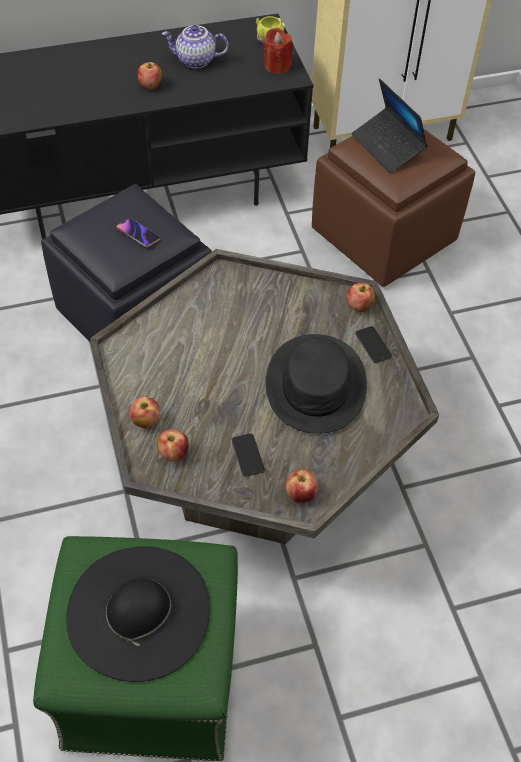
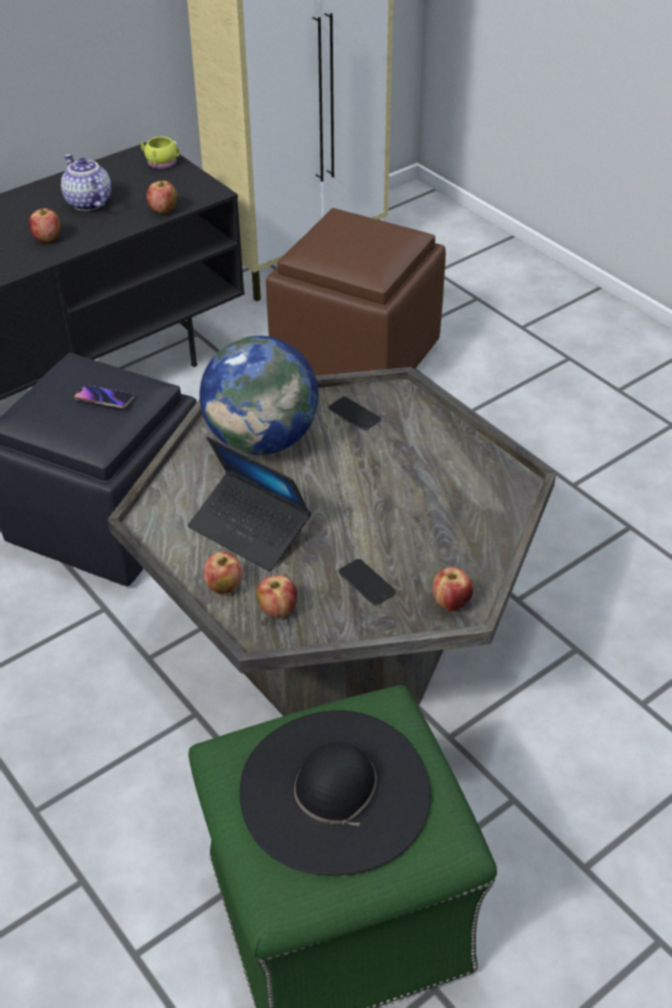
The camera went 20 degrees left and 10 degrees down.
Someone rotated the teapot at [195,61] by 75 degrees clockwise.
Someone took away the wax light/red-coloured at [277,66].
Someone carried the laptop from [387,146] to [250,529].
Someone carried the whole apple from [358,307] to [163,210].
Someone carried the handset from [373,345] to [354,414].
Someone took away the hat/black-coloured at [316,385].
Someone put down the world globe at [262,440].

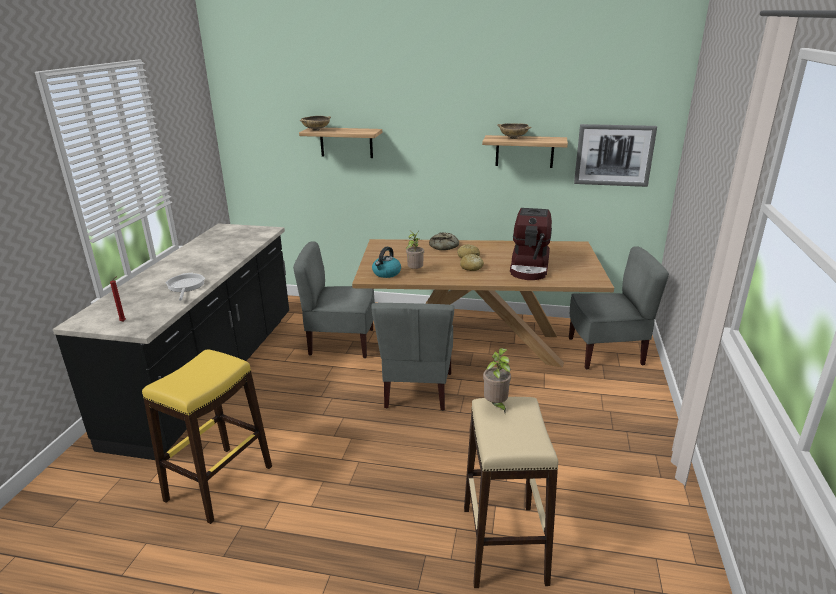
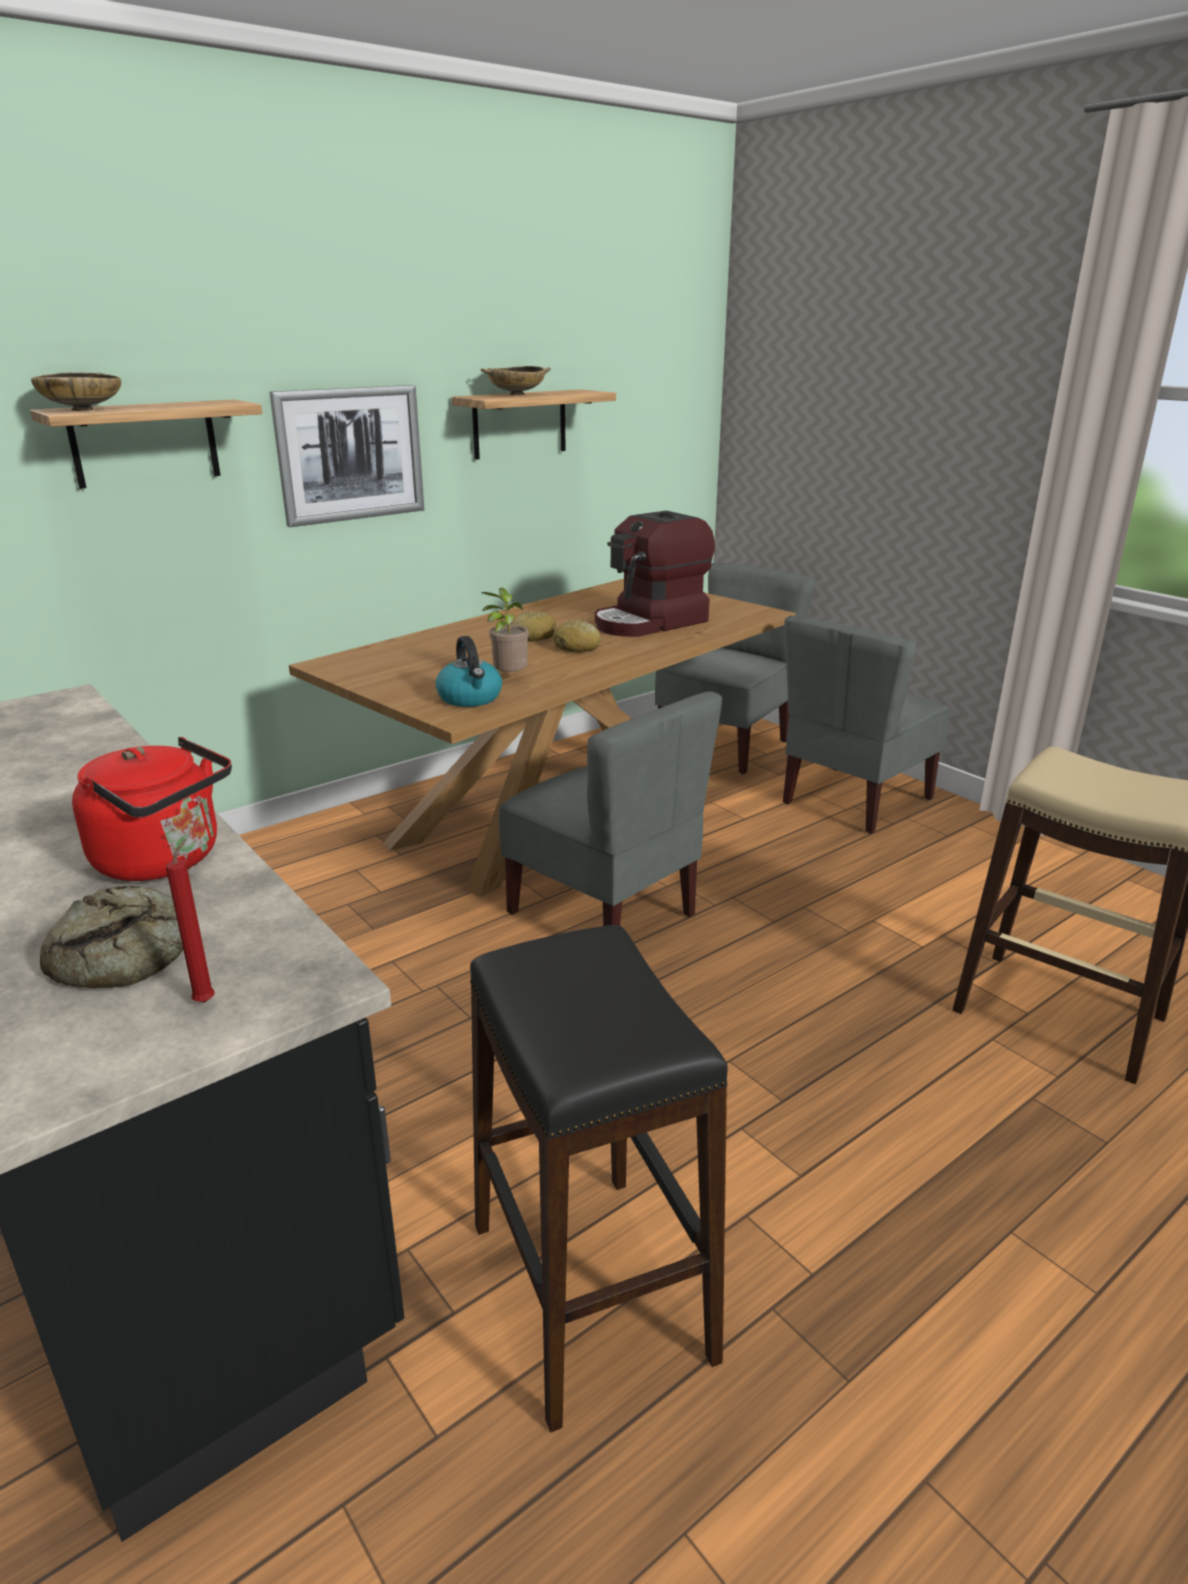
The camera went 50 degrees left and 0 degrees up.
Someone carried the wall picture from [614,155] to [350,454].
Someone rotated the coffee brewer at [530,267] by 90 degrees clockwise.
Someone carried the bread from [445,246] to [129,951].
Someone carried the upright chair/grey from [341,343] to [854,800].
Someone swapped the frying pan at [185,286] for the tea kettle/red-coloured at [165,860].
Someone took away the houseplant at [496,406].
Someone repainted the stool seat/yellowish at [219,483], which became the stool seat/black-coloured at [589,1289].

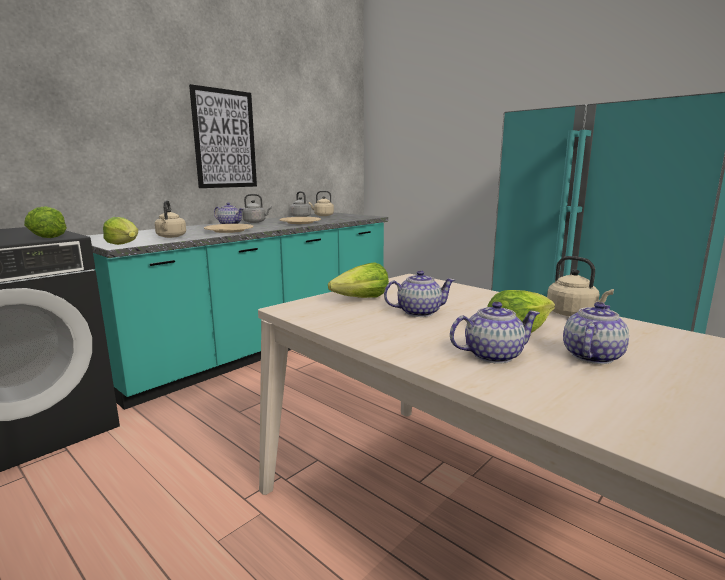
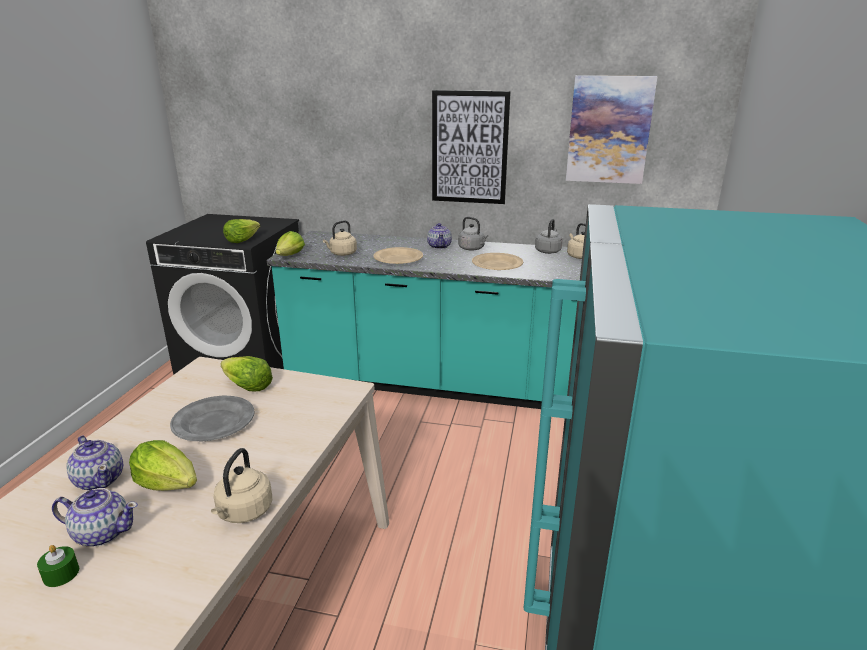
The camera went 60 degrees right and 10 degrees up.
Someone swapped the teapot at [418,312] for the dinner plate/grey at [214,422].
Someone put up the wall picture at [609,130].
Someone put down the wax light/green at [61,574].

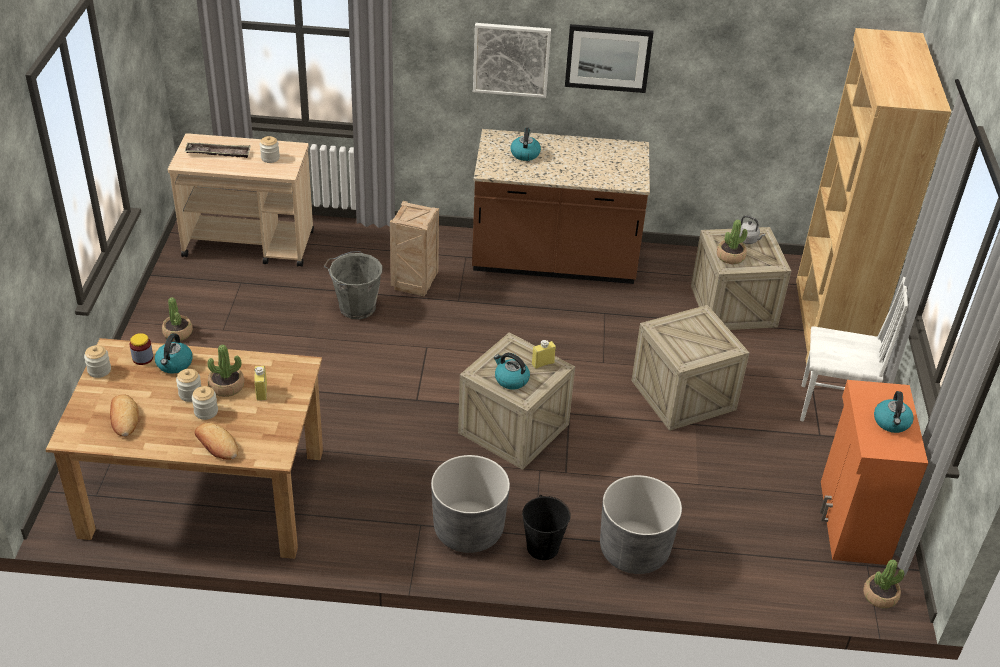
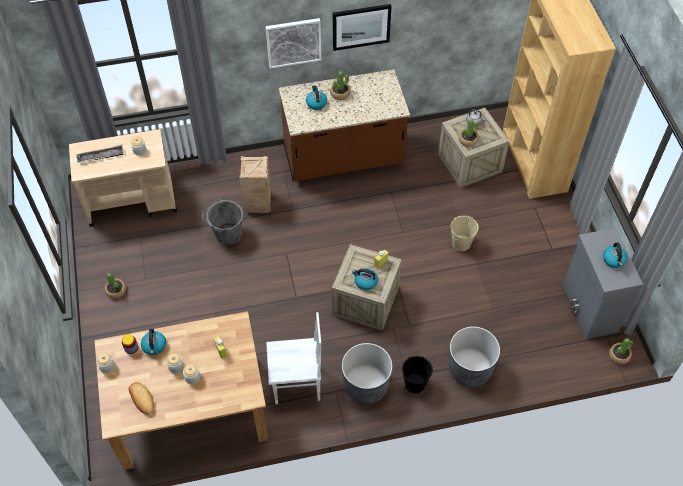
The camera went 15 degrees left and 15 degrees up.
Someone carried the upright chair/white-coloured from [832,409] to [297,385].
Someone swapped the crate at [683,395] for the pail/sand-coloured at [461,243].
Someone carried the houseplant from [226,386] to [340,94].
Someone repainted the cupboard/orange at [852,522], which became the cupboard/grey at [589,308].
Someone took away the bread at [217,444].

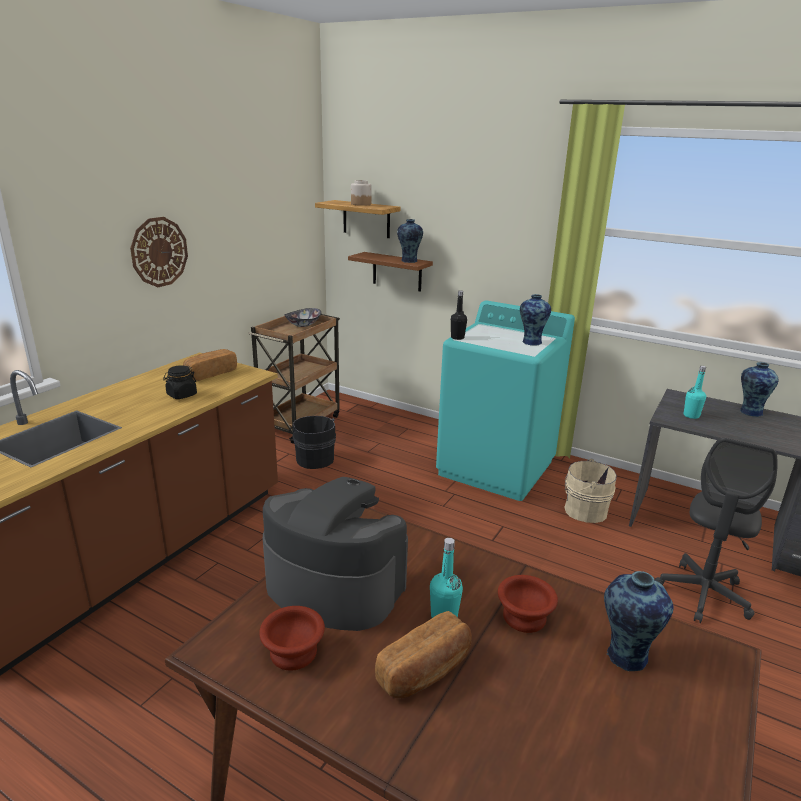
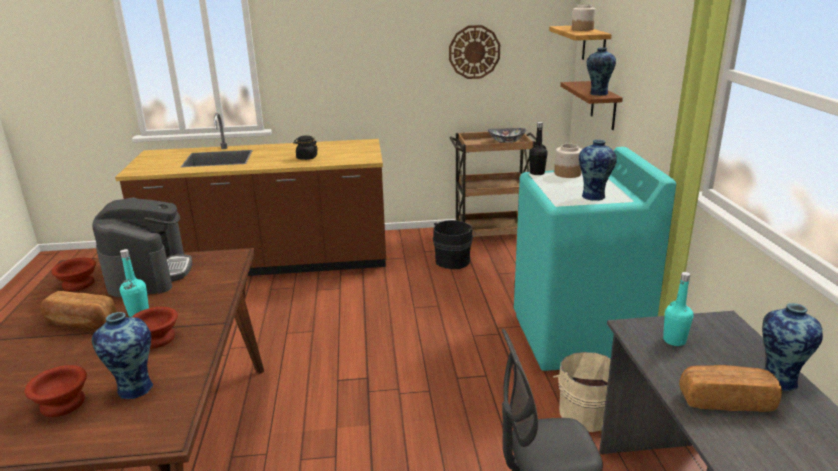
The camera went 55 degrees right and 0 degrees up.
Someone carried the hanging clock from [159,252] to [474,52].
Someone carried the bread from [210,374] to [725,400].
Someone put down the preserve jar at [567,174].
Someone put down the serving bowl/brown at [61,405].

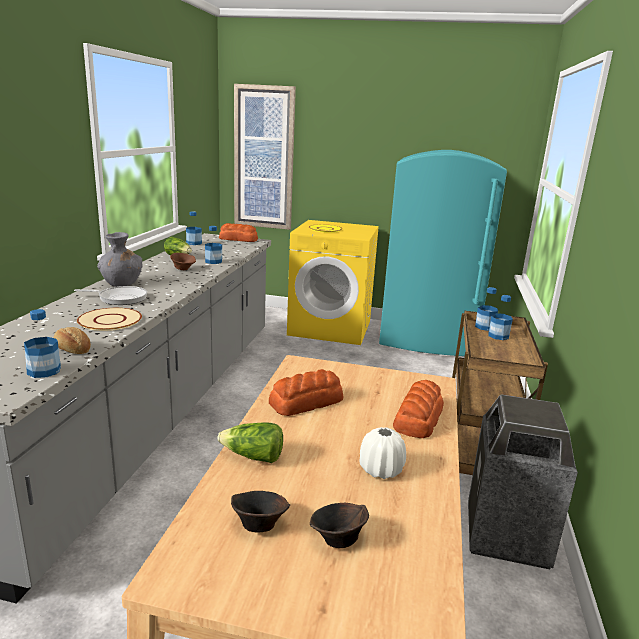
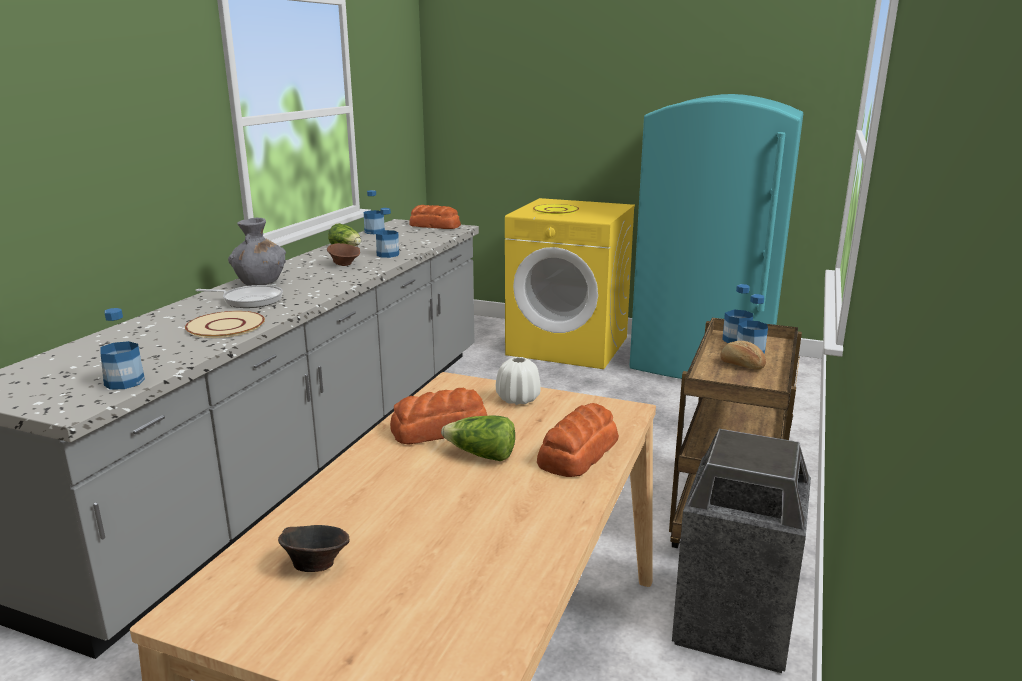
The camera went 10 degrees right and 0 degrees up.
Someone took away the wall picture at [264,158].
Someone carried the bread from [72,350] to [741,365].
Someone carried the head of lettuce from [253,457] to [481,455].
Someone carried the vase/white-coloured from [381,470] to [518,399].
Someone took away the serving bowl/brown at [337,539].

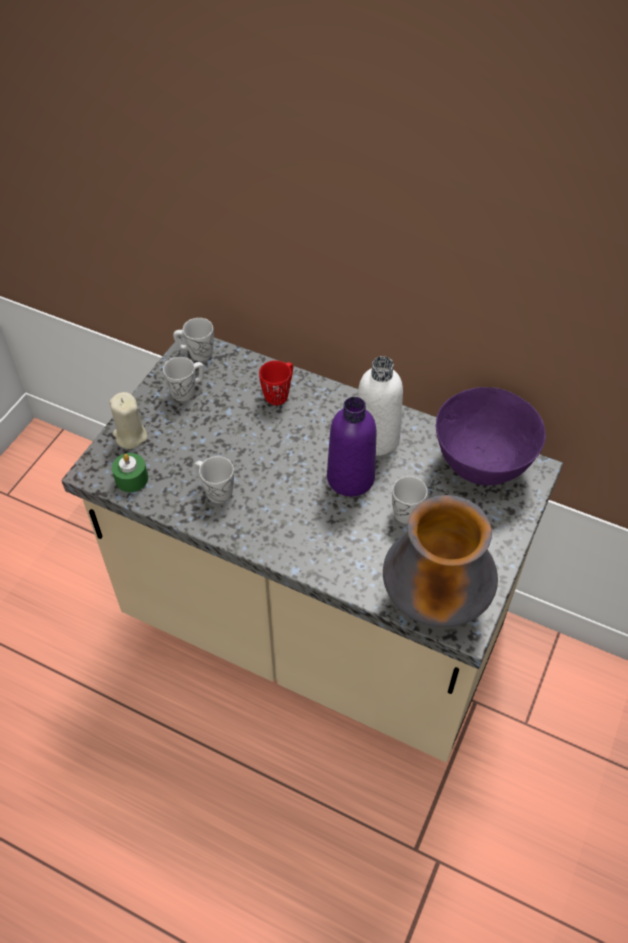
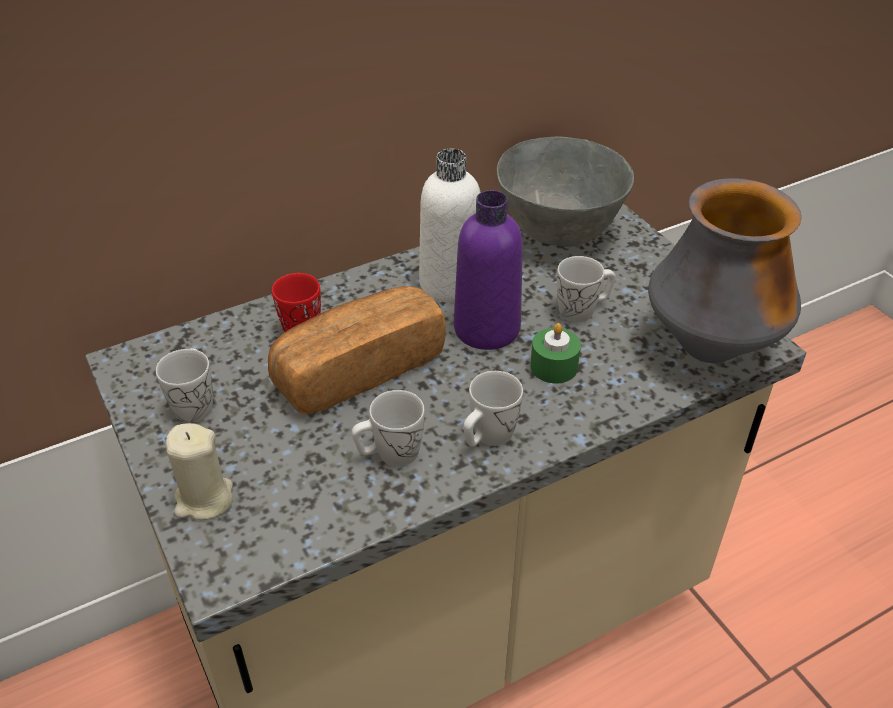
The camera went 55 degrees left and 10 degrees down.
Someone carried the coffee mug/white-coloured from [196,353] to [488,437].
Someone repainted the serving bowl/purple-coloured at [482,465], which became the serving bowl/grey at [560,232].
Someone carried the wax light/green from [131,479] to [554,366].
Someone put down the bread at [358,369].

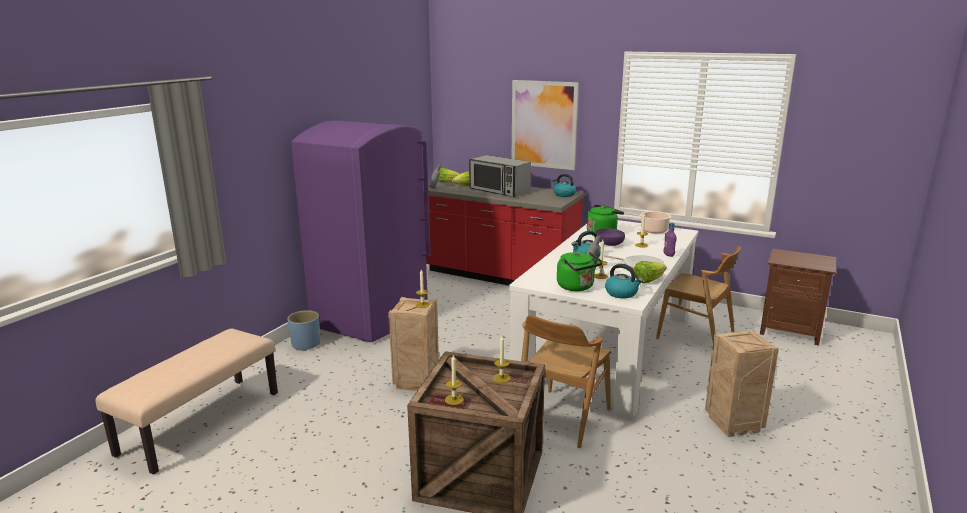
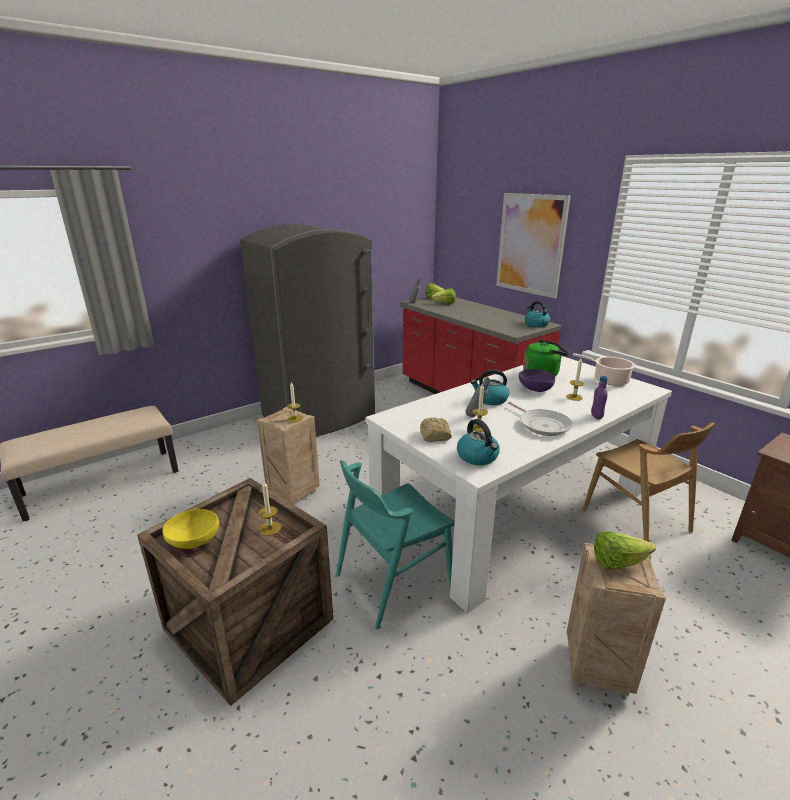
The camera went 25 degrees right and 5 degrees up.
Someone repainted the refrigerator/purple-coloured at [373,317], which became the refrigerator/grey at [320,417].
Someone took away the kitchen microwave at [499,191].
Someone swapped the tea kettle/green at [577,287] for the bread at [434,436].
Someone carried the head of lettuce from [648,280] to [618,562].
Someone took away the plant pot/bluish at [306,344].
Someone repainted the upright chair/brown at [563,418], which became the upright chair/blue-green at [393,581].
Someone swapped the wax light at [454,399] for the serving bowl/yellowish at [193,541].

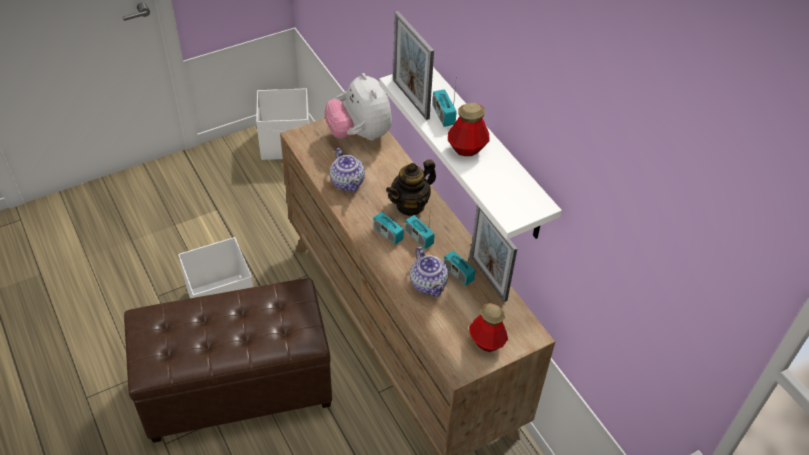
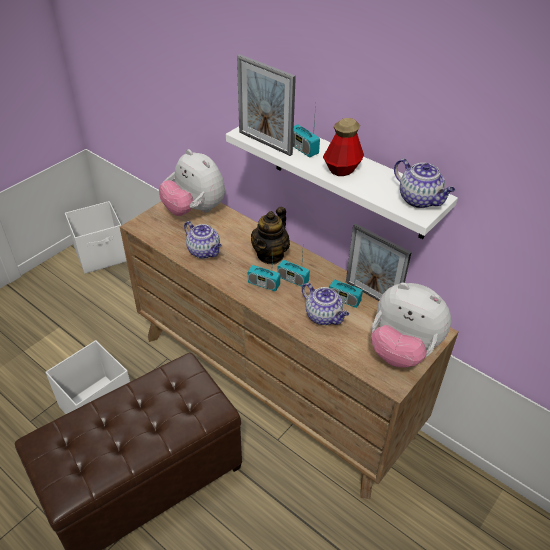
The camera went 20 degrees left and 5 degrees down.
Someone swapped the bottle at [486,341] for the plush toy at [402,350].
Someone put down the teapot at [420,200].

